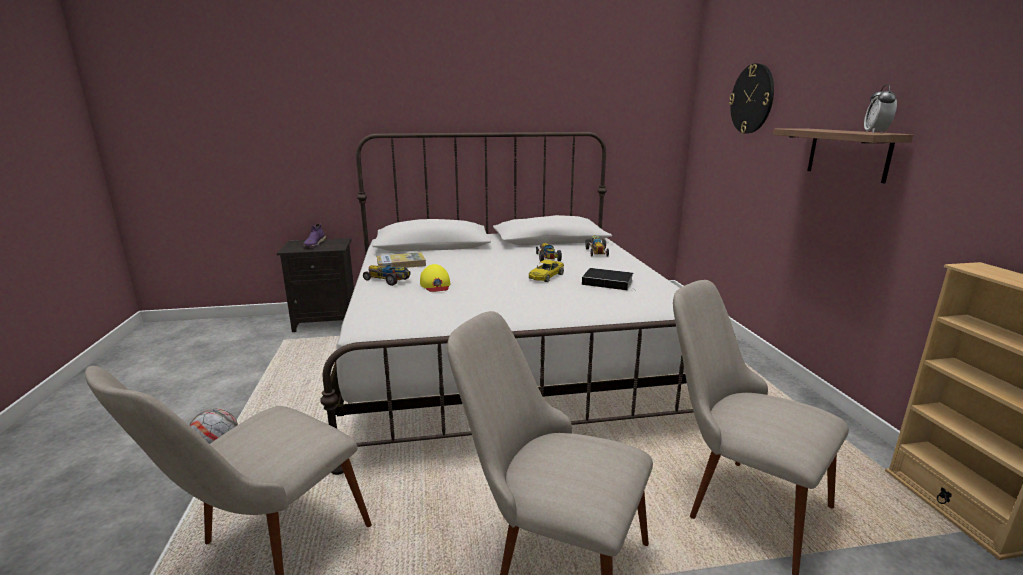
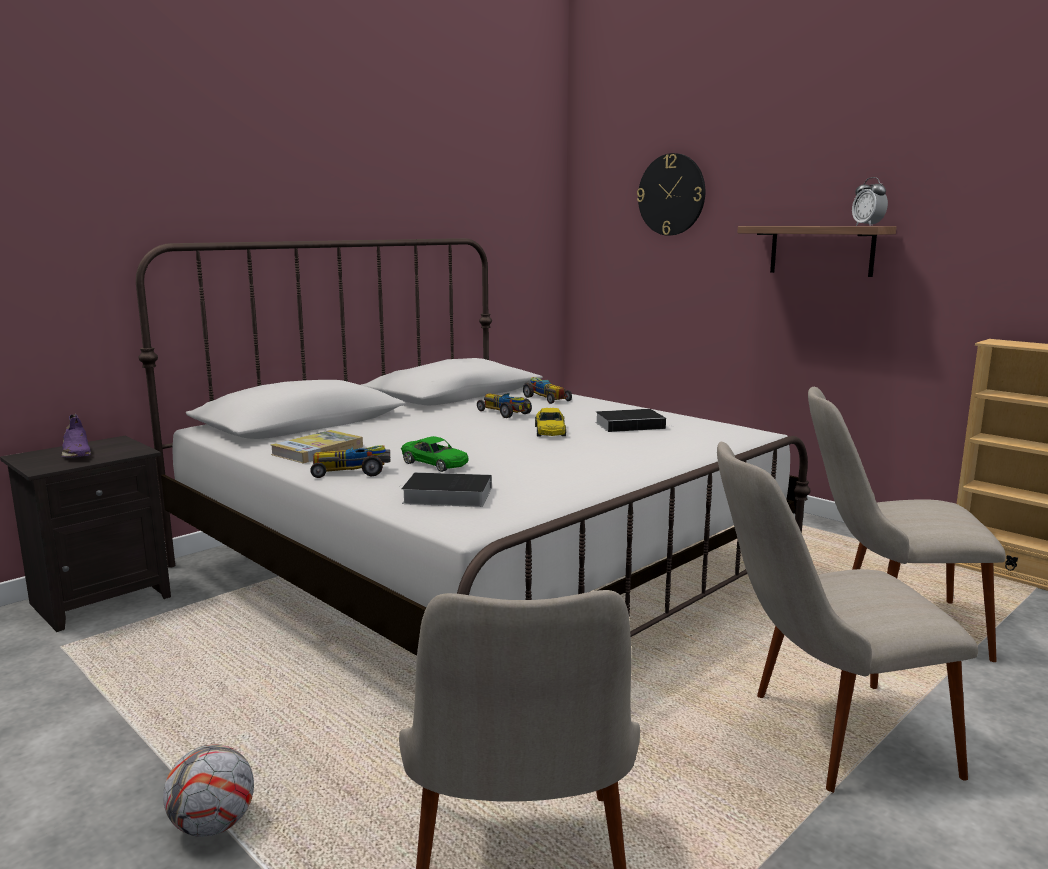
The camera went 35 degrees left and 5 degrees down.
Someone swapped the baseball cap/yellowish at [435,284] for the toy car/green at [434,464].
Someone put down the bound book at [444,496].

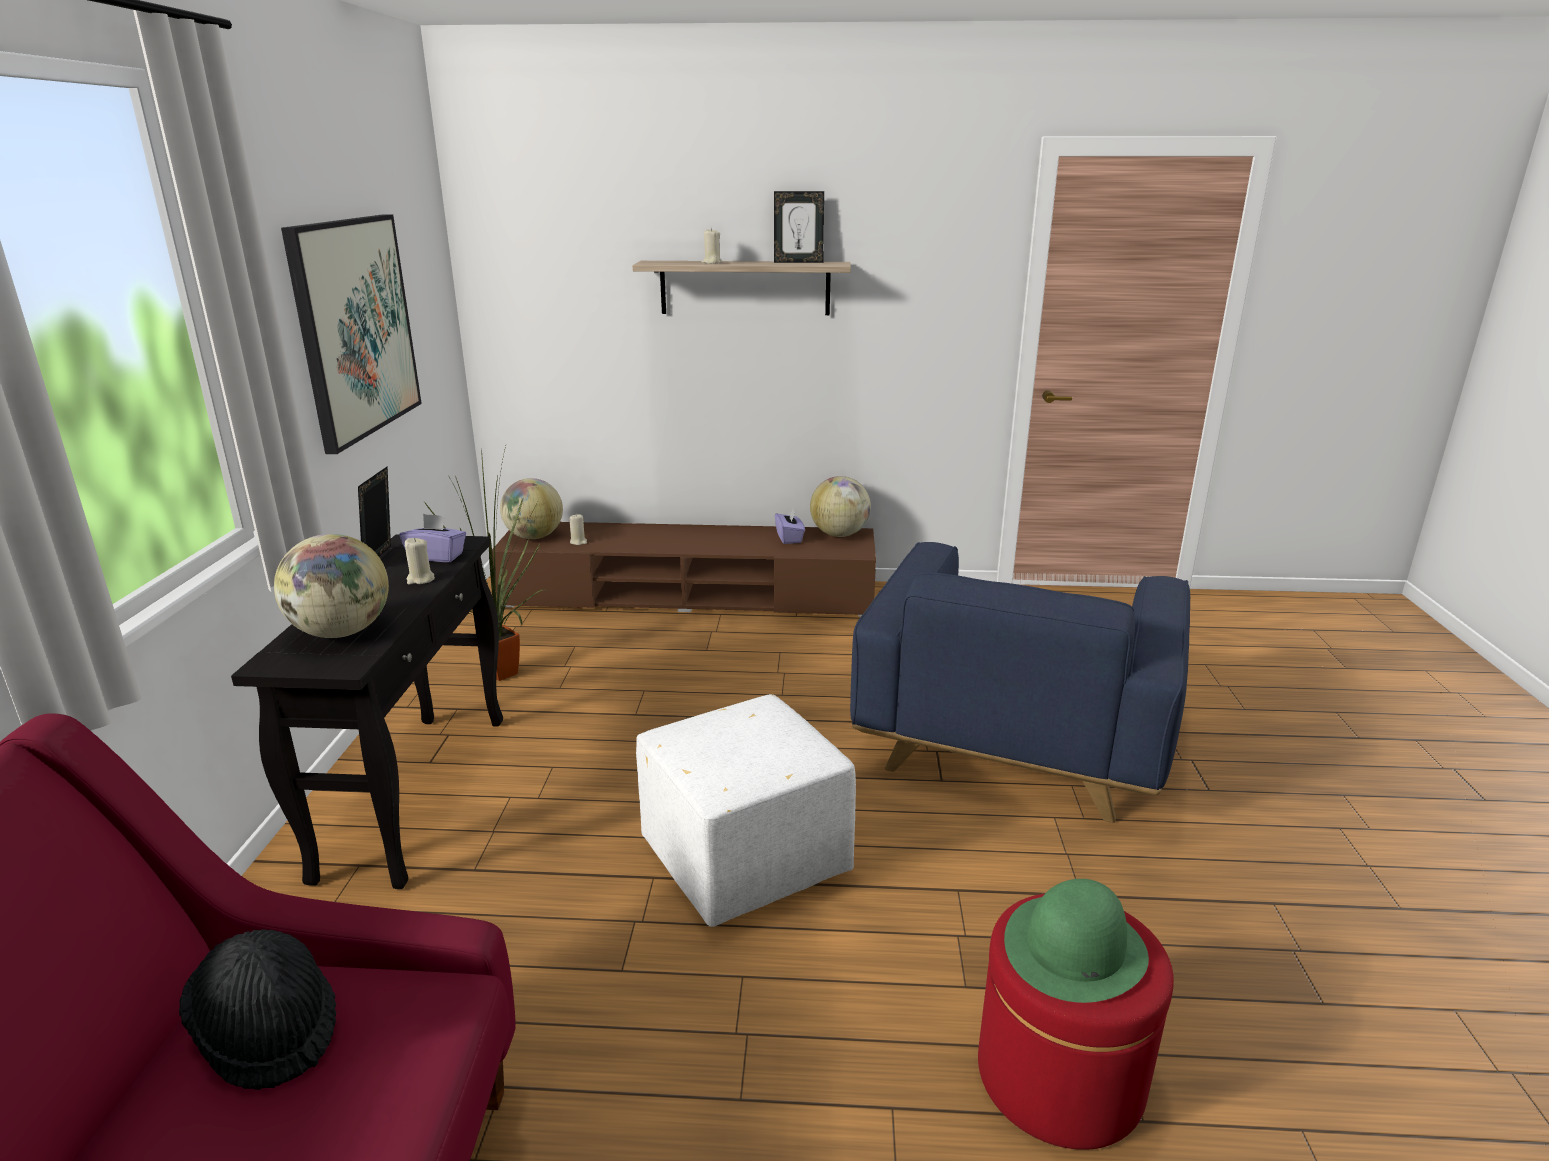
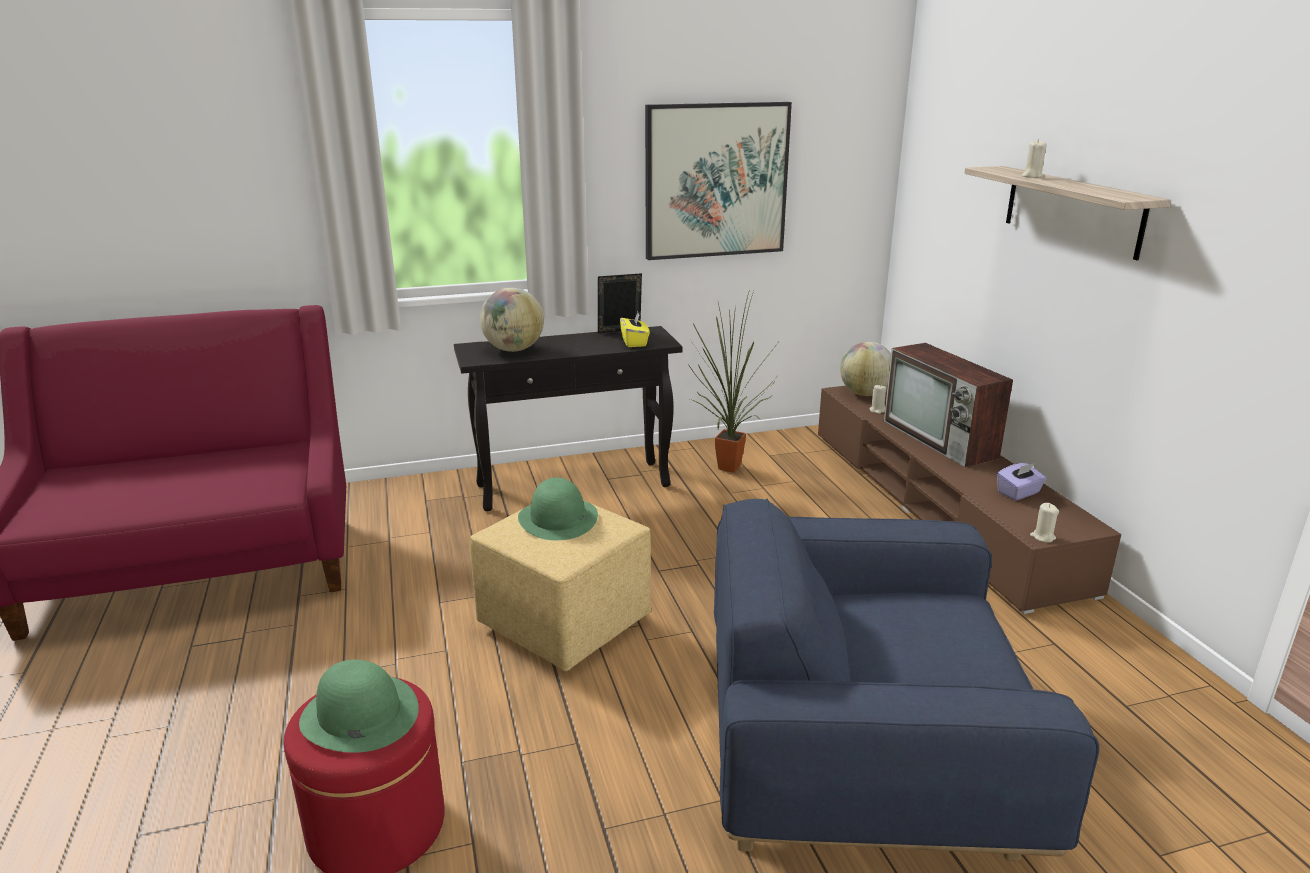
The camera went 70 degrees right and 0 degrees up.
Someone took away the photo frame at [798,262].
Someone took away the world globe at [839,534].
Someone repainted the box of tissues/purple-coloured at [437,556], which became the box of tissues/yellowish at [634,342].
Someone carried the wax light/sand-coloured from [420,579] to [1042,537].
Someone repainted the footrest/white-coloured at [744,859], which became the footrest/yellowish at [567,623].
Someone took away the hat/black-coloured at [268,1030].
Someone put down the TV at [941,440].
Someone put down the hat/green at [558,519].

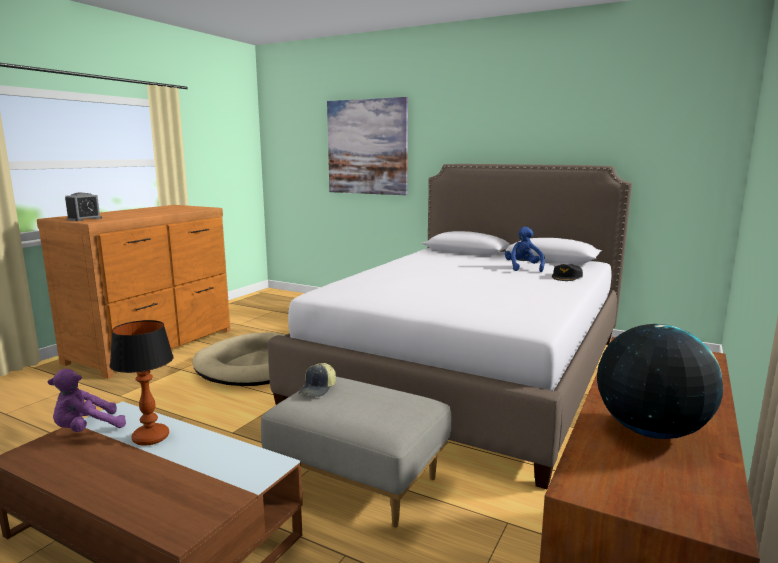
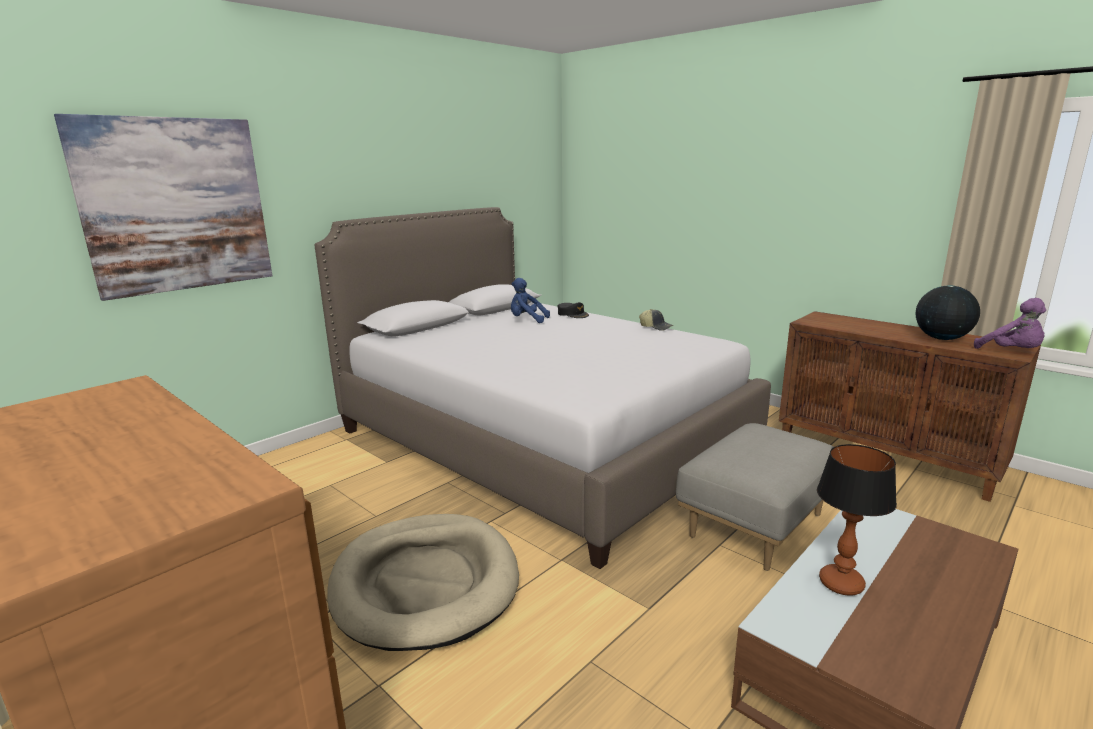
The camera went 75 degrees left and 5 degrees up.
Someone took away the table clock at [84,219].
Someone carried the baseball cap from [318,389] to [656,327].
Someone carried the plush toy/purple-coloured from [86,430] to [1012,352].

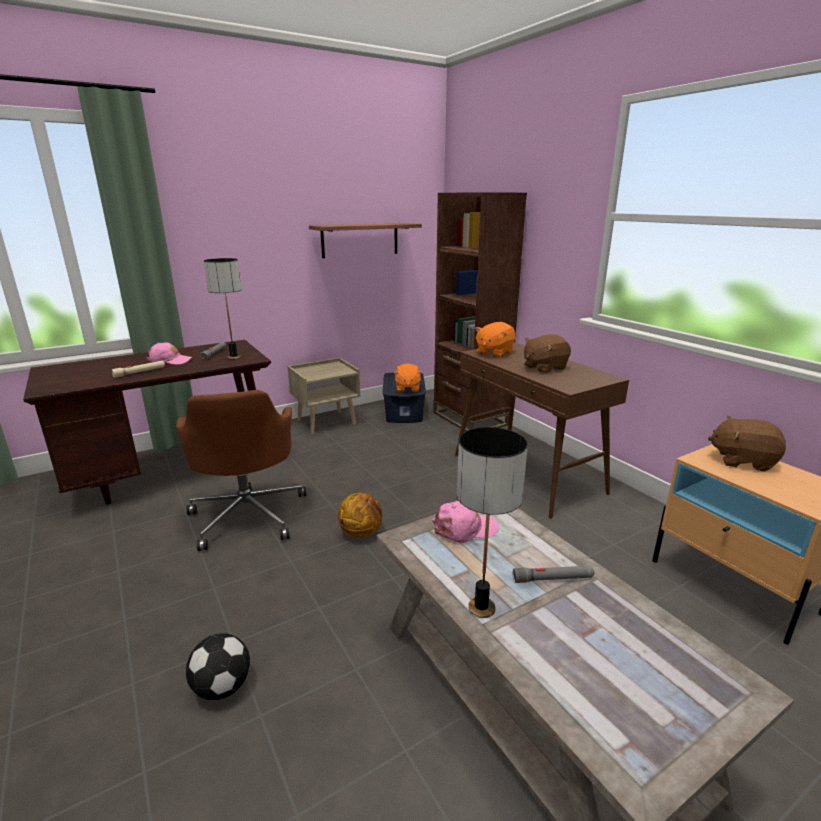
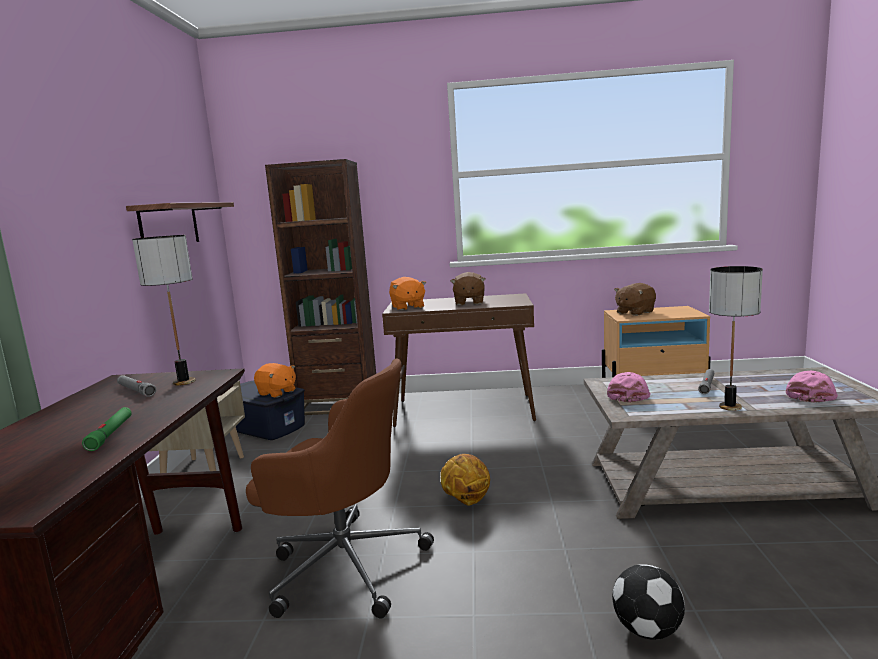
The camera went 55 degrees left and 10 degrees down.
Someone carried the baseball cap/pink from [170,361] to [810,394].
Someone repainted the torch/sand-coloured at [140,372], which became the torch/green at [111,433].

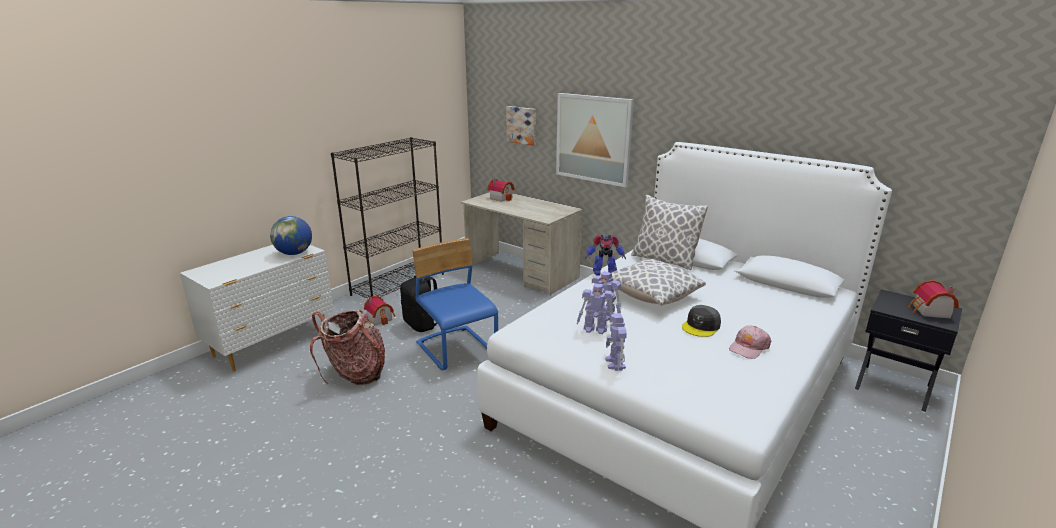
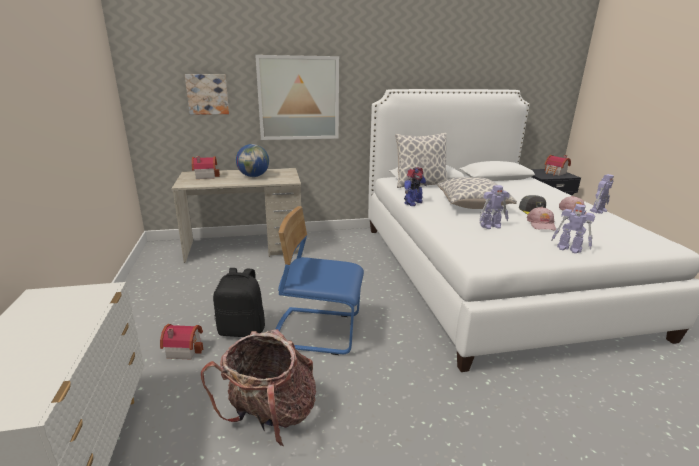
The camera went 50 degrees left and 0 degrees up.
Someone took away the shelving unit/black-coloured at [399,284].
Someone carried the world globe from [294,253] to [254,176].
Someone carried the toy robot from [595,329] to [598,210].
Someone put down the baseball cap/pink at [541,224].

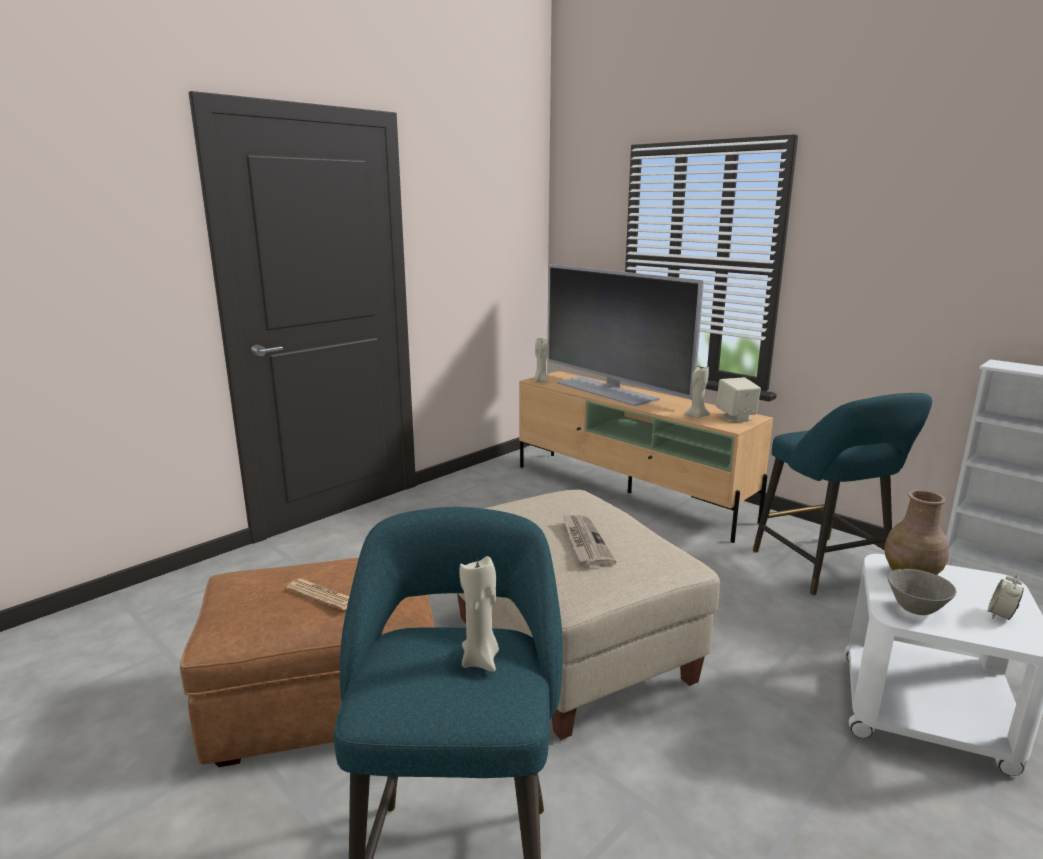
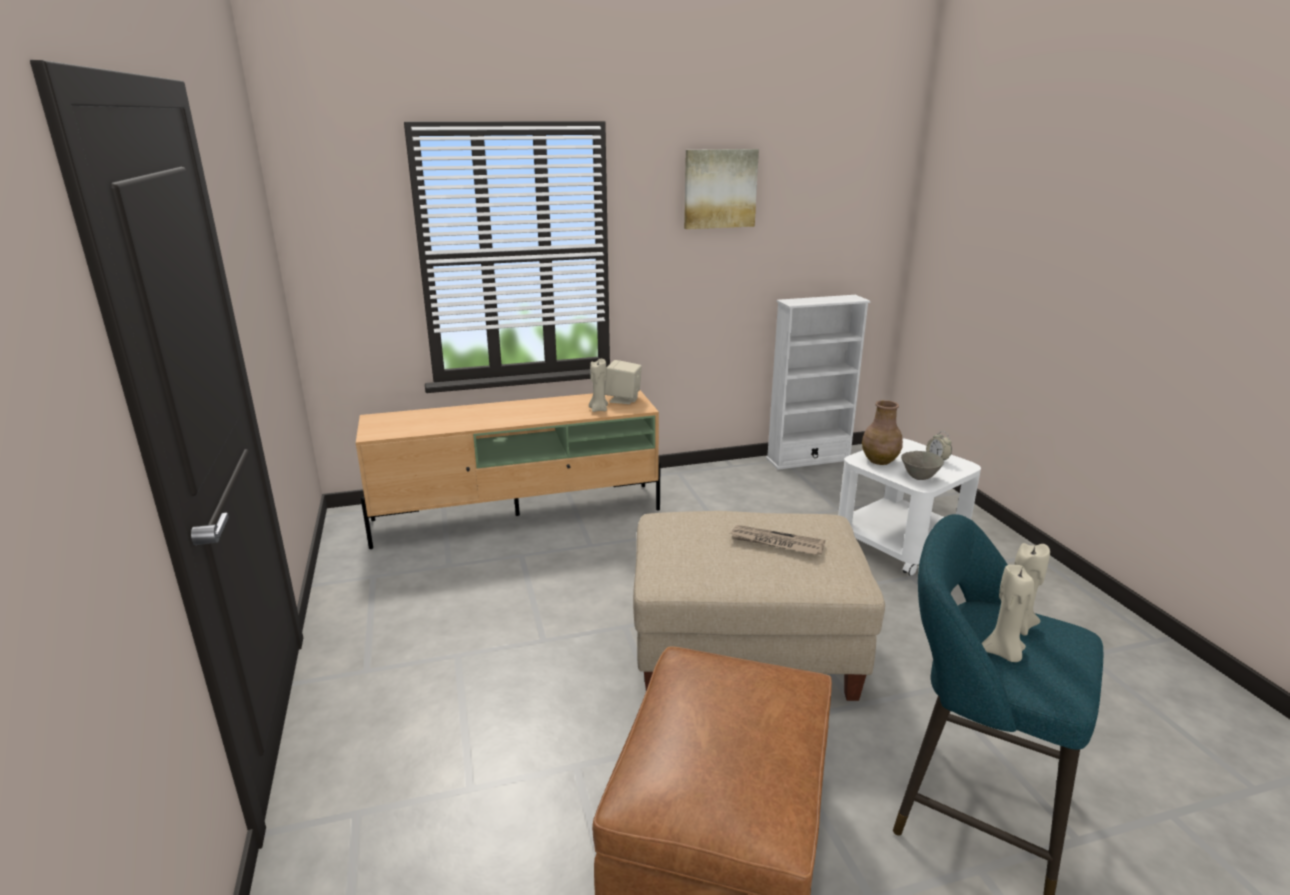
The camera went 60 degrees left and 5 degrees up.
Someone took away the TV at [607,390].
Someone carried the wax light/sand-coloured from [540,381] to [1003,653].
Someone took away the stool seat/blue-green at [825,569].
Someone took away the newspaper at [322,595].
Someone put up the wall picture at [719,188].

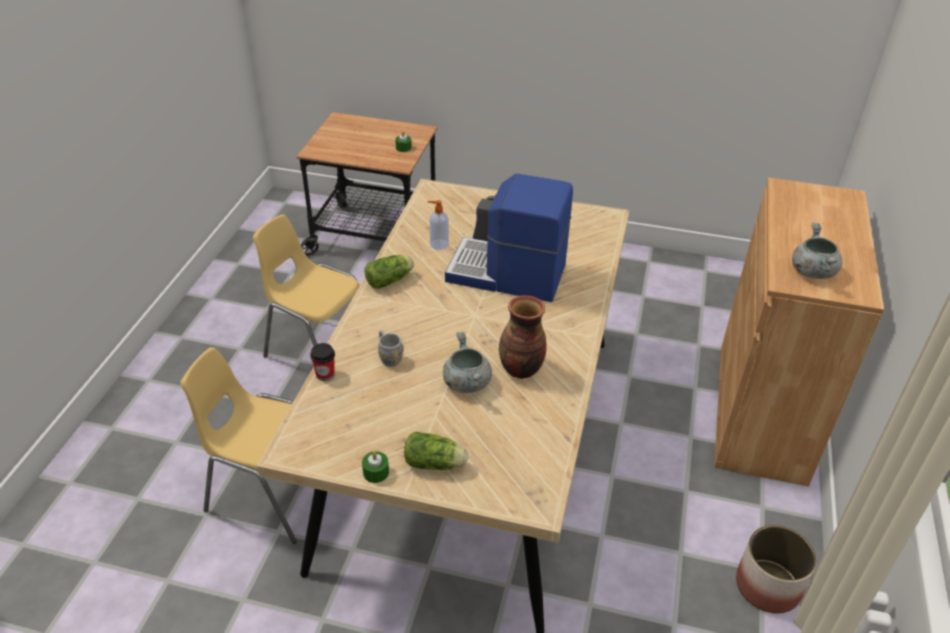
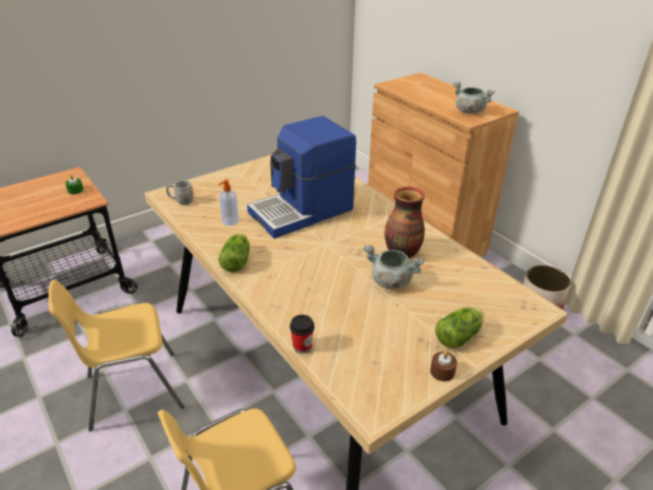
The camera went 50 degrees left and 5 degrees down.
Someone carried the coffee mug/grey from [388,356] to [181,201].
Someone repainted the wax light/green at [376,472], which became the wax light/brown at [442,371].

